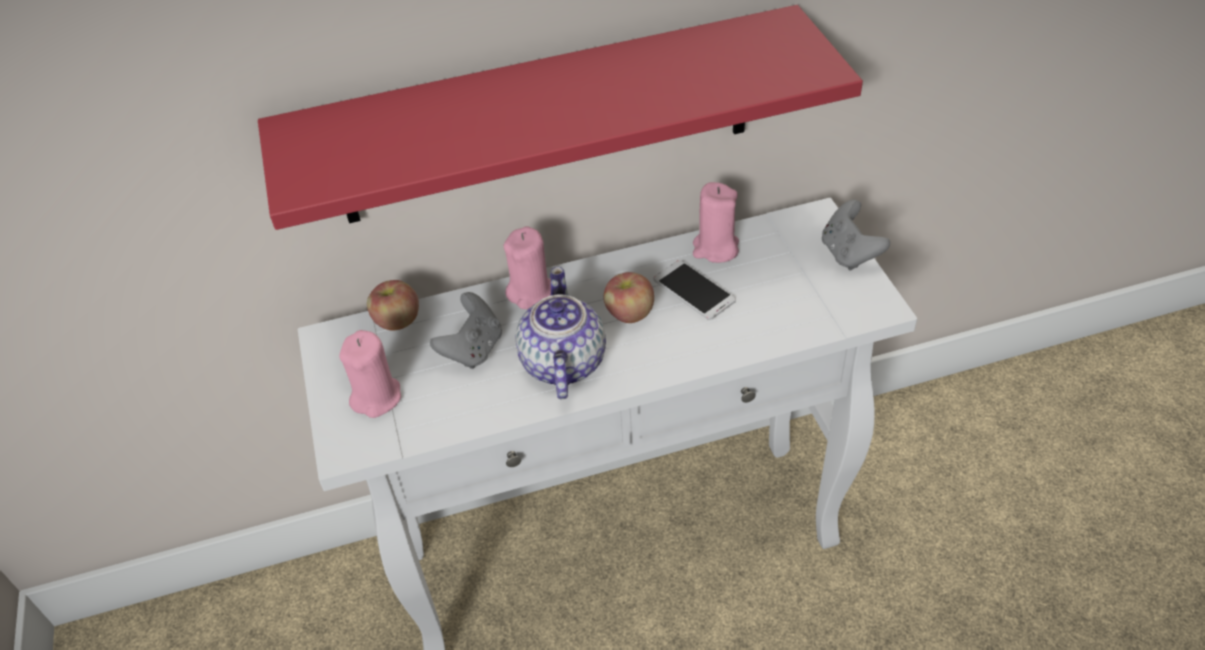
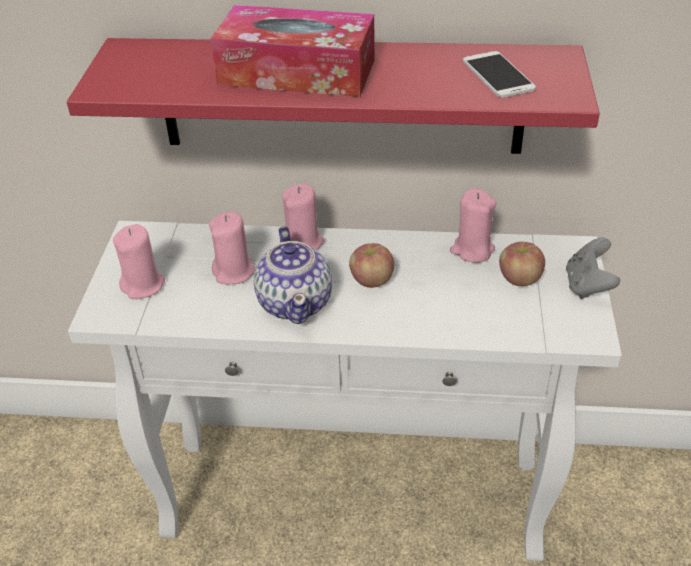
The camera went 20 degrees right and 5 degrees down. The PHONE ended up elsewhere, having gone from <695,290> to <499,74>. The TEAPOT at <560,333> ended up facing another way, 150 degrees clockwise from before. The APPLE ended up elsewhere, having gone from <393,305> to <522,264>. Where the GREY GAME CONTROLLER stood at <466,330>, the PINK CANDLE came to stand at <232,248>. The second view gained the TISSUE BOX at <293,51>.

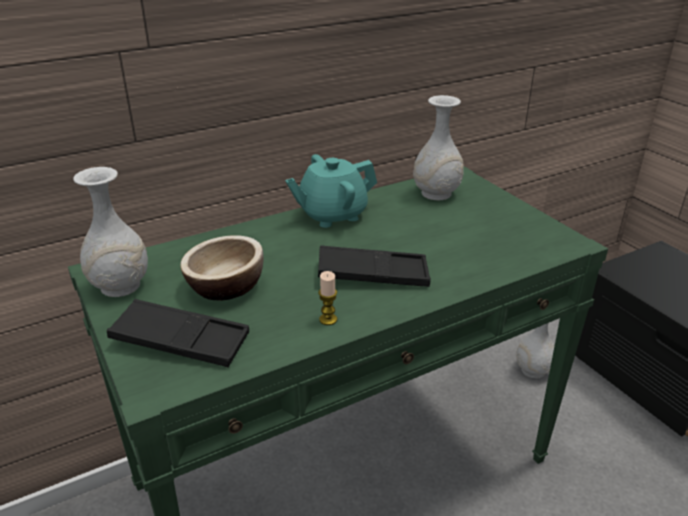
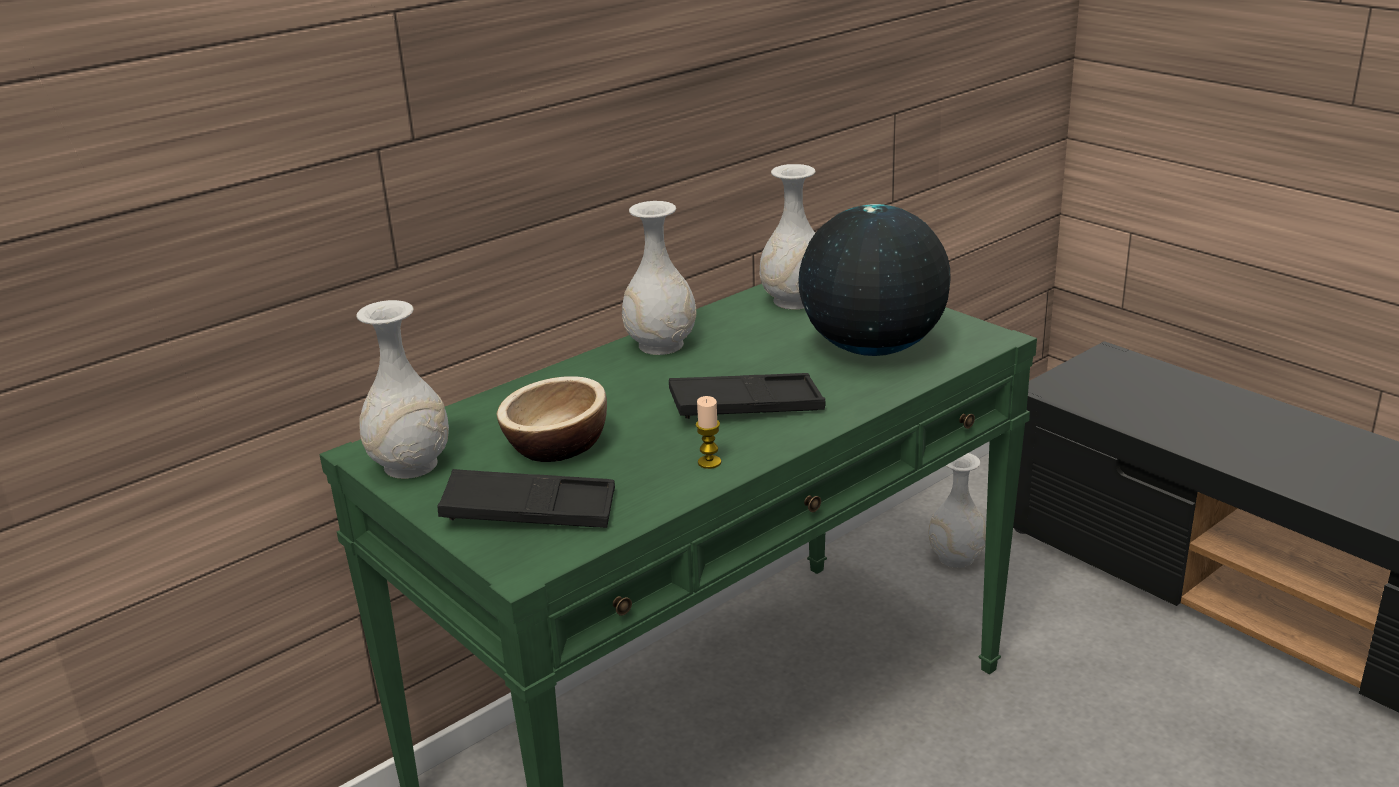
The camera went 10 degrees left and 5 degrees down. Where the TURQUOISE TEAPOT stood at <331,191>, the WHITE VASE came to stand at <659,278>. The second view gained the GLOBE at <874,280>.

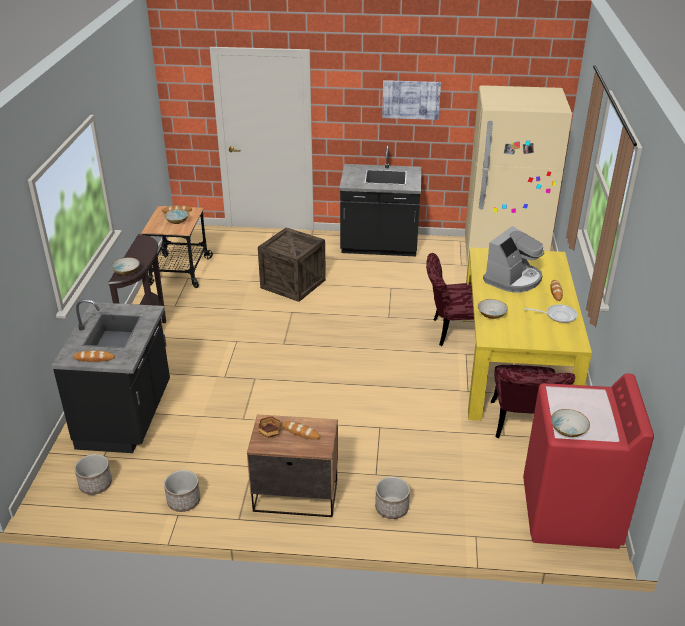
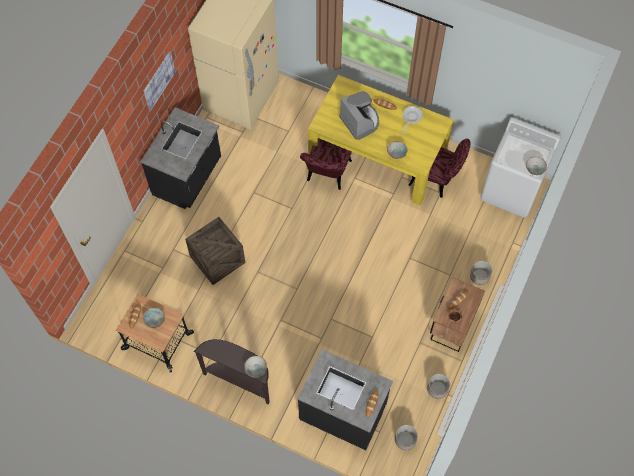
The camera went 70 degrees left and 30 degrees up. What was the RED WASHING MACHINE at <588,461> turned into the WHITE WASHING MACHINE at <520,167>.

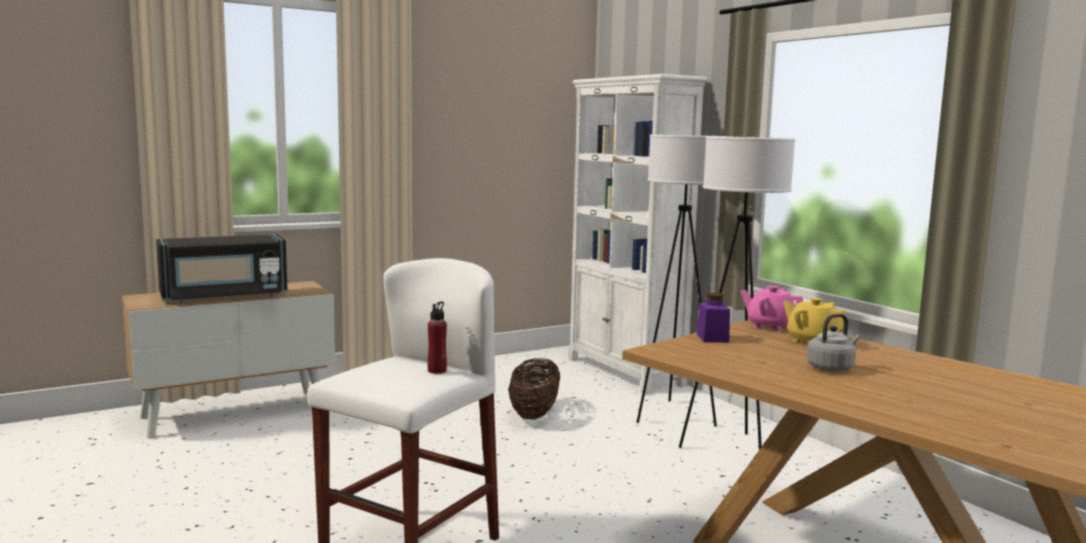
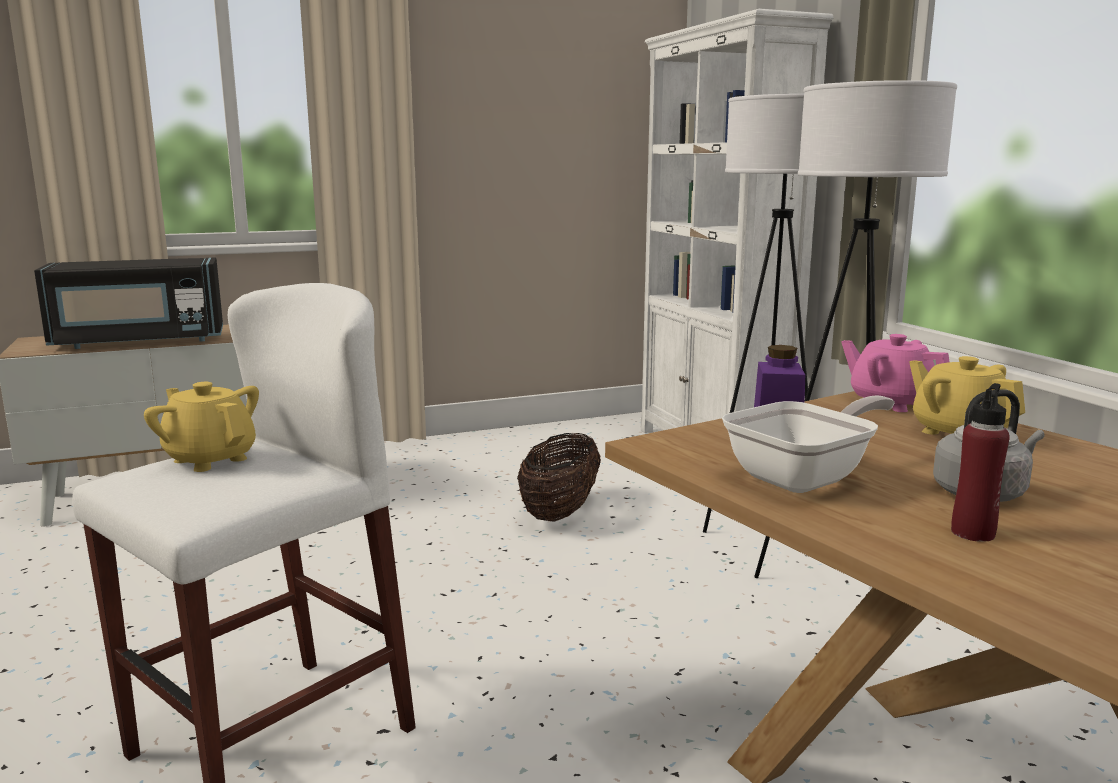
The camera went 10 degrees right and 5 degrees up. The RED BOTTLE ended up elsewhere, having gone from <437,337> to <980,462>. The second view gained the YELLOW TEAPOT at <201,427>. The second view gained the FRYING PAN at <808,444>.

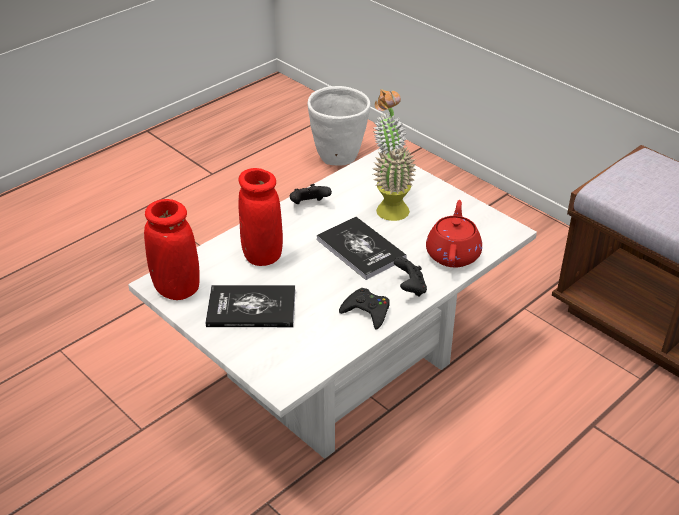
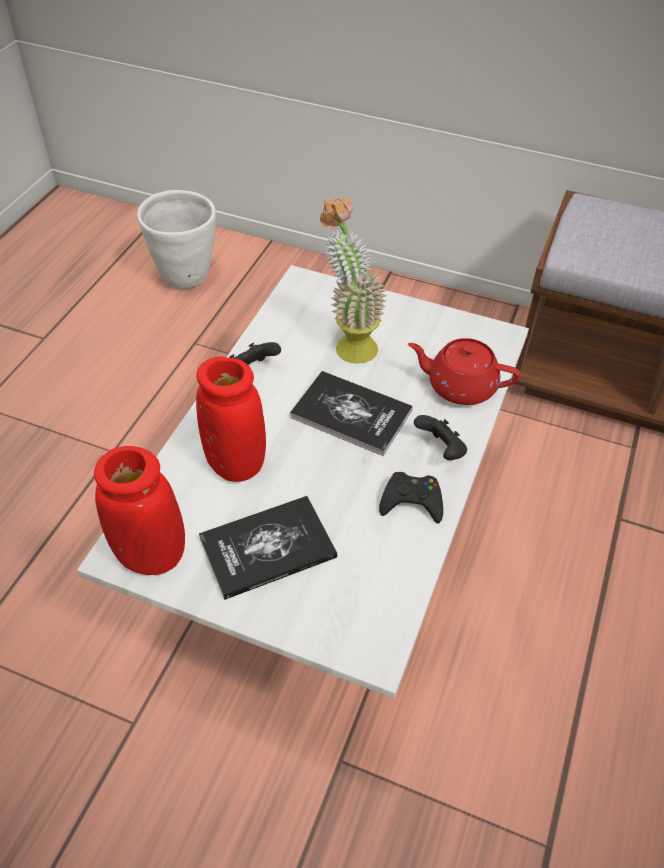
The camera went 25 degrees left and 10 degrees up. The RED TEAPOT at <454,233> ended up facing another way, 60 degrees counterclockwise from before.

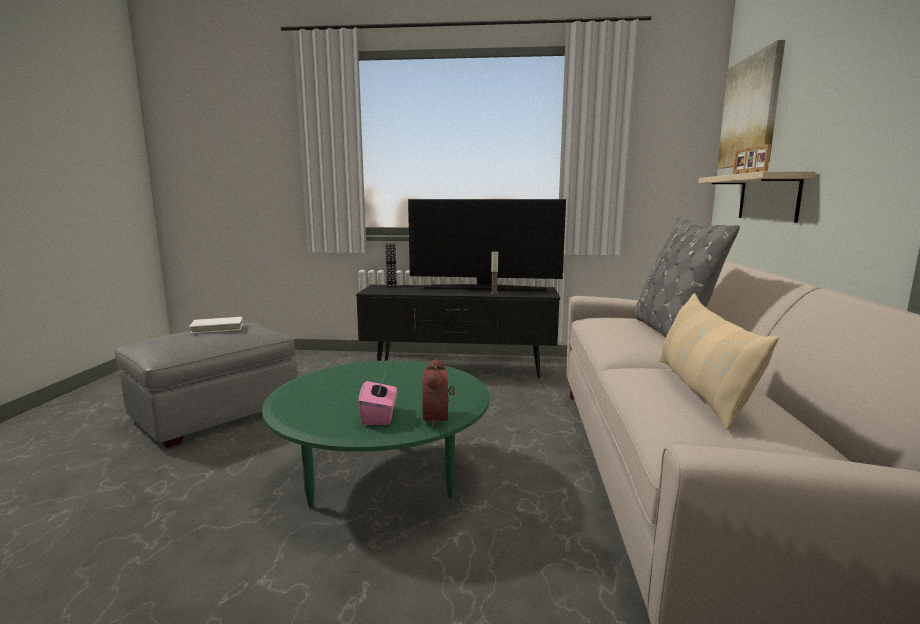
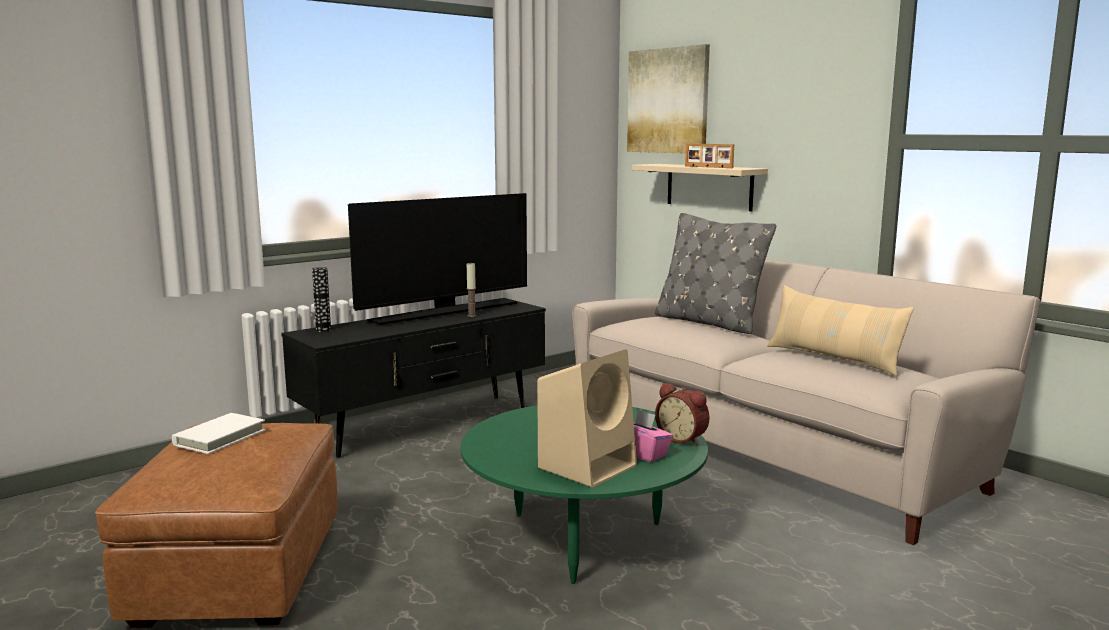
The camera went 45 degrees left and 0 degrees up. What was the GREY OTTOMAN at <206,385> turned into the BROWN OTTOMAN at <216,525>. The second view gained the BEIGE SPEAKER at <587,418>.

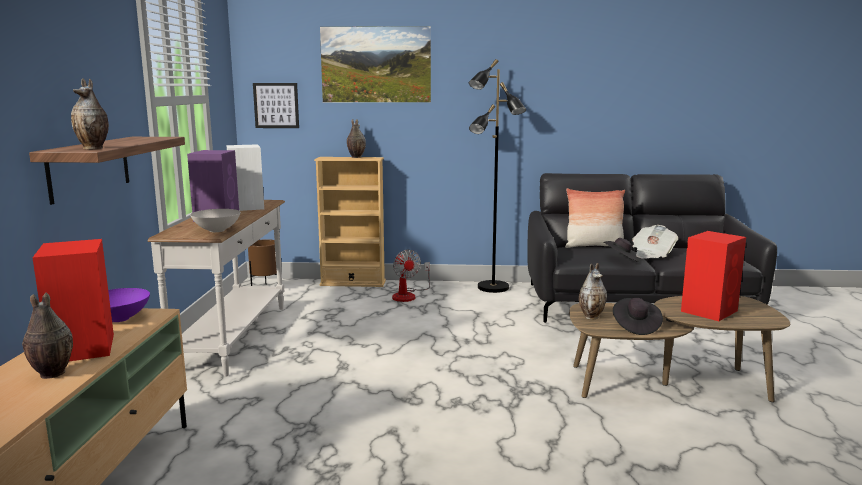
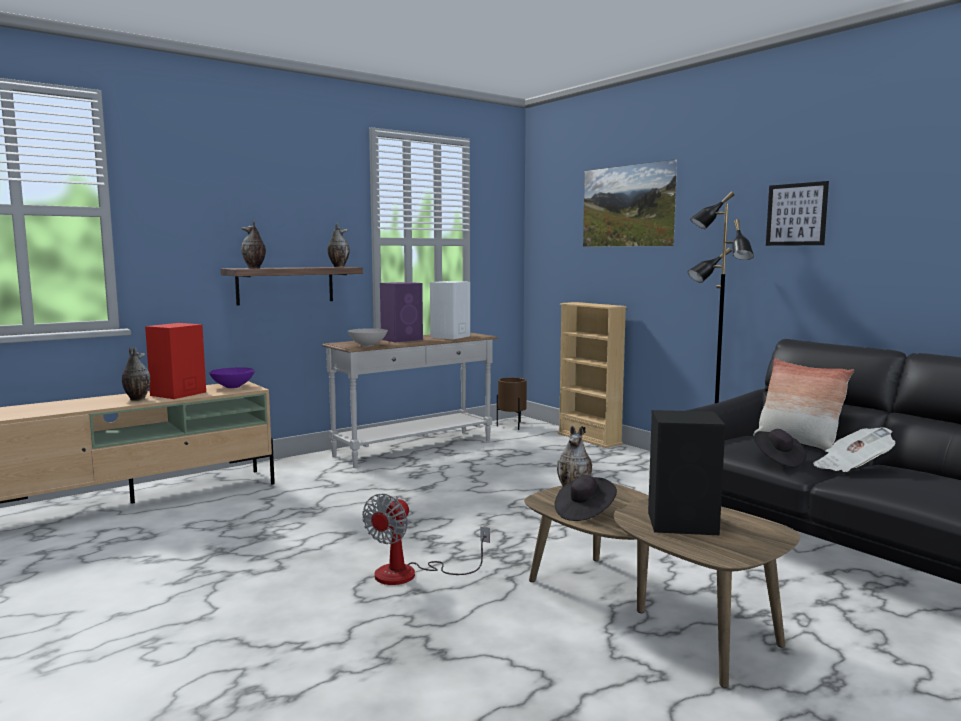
The camera went 50 degrees right and 5 degrees down. The PICTURE ended up elsewhere, having gone from <276,105> to <797,213>. The VASE ended up elsewhere, having gone from <356,138> to <339,244>. What was the RED SPEAKER at <713,276> turned into the BLACK SPEAKER at <686,472>. The FAN ended up elsewhere, having gone from <411,276> to <426,539>.

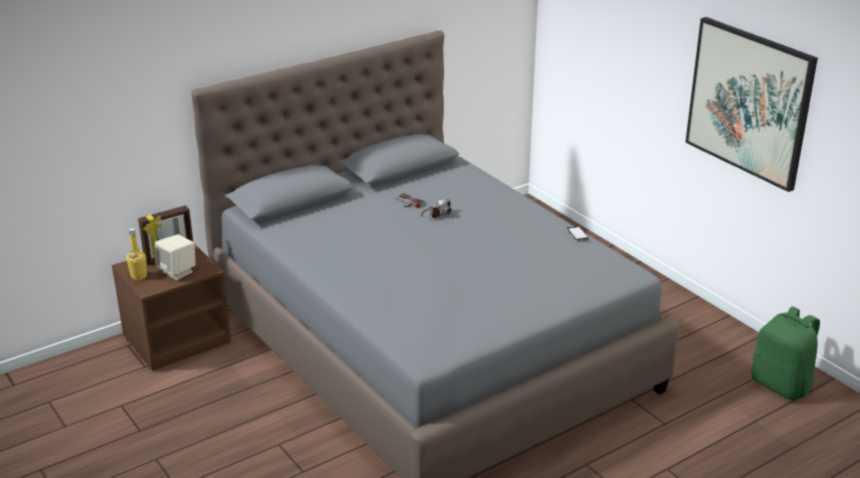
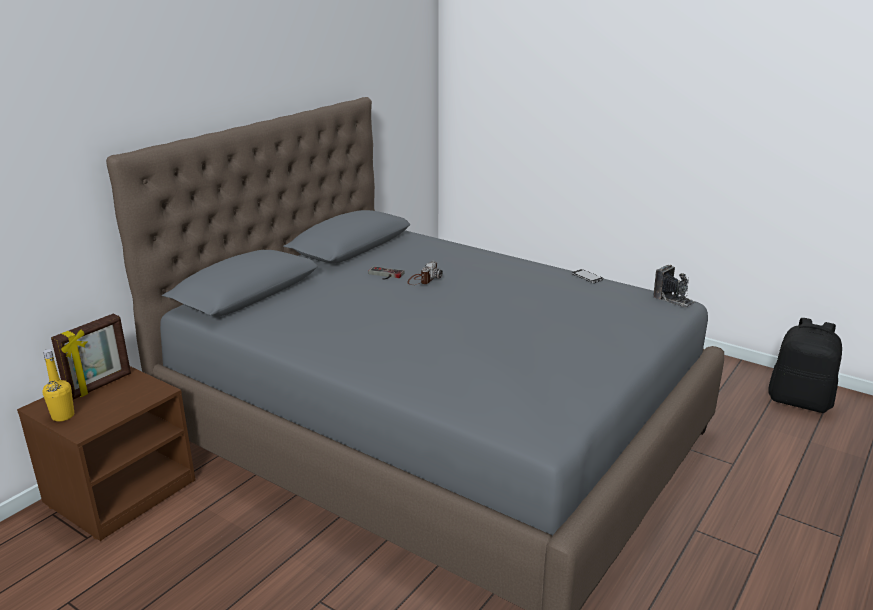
The camera went 20 degrees left and 5 degrees down. The second view lost the PICTURE at <751,104>. The second view lost the BEIGE SPEAKER at <175,257>. What was the GREEN BACKPACK at <785,353> turned into the BLACK BACKPACK at <805,365>. The second view gained the PHOTO CAMERA at <674,286>.

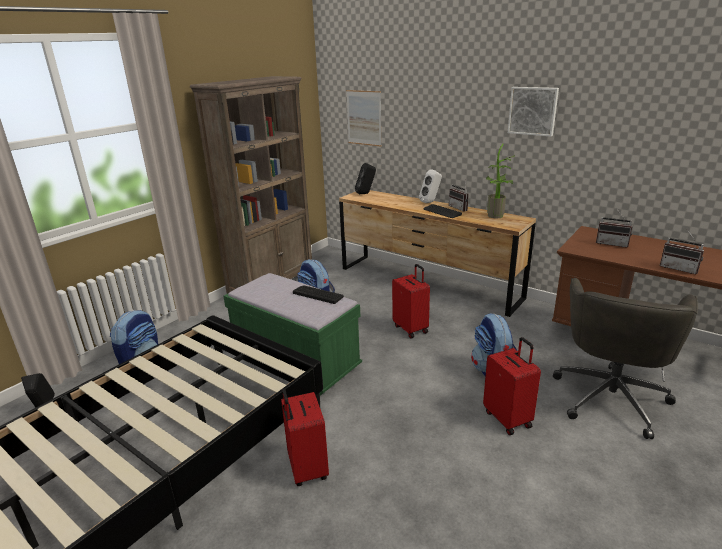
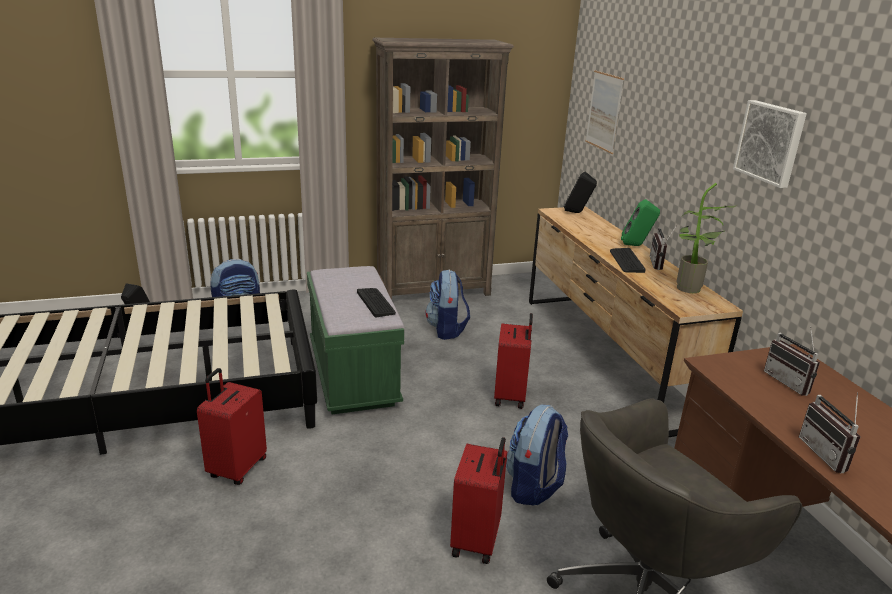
The camera went 35 degrees right and 0 degrees up. What was the WHITE SPEAKER at <430,186> turned into the GREEN SPEAKER at <640,222>.

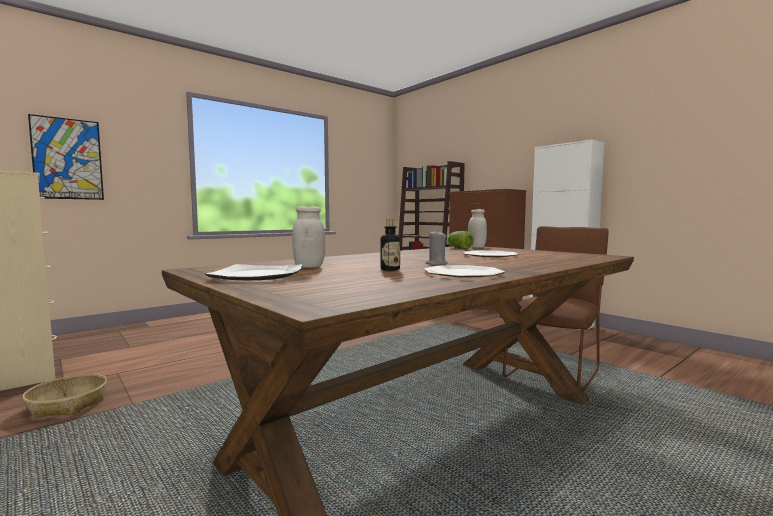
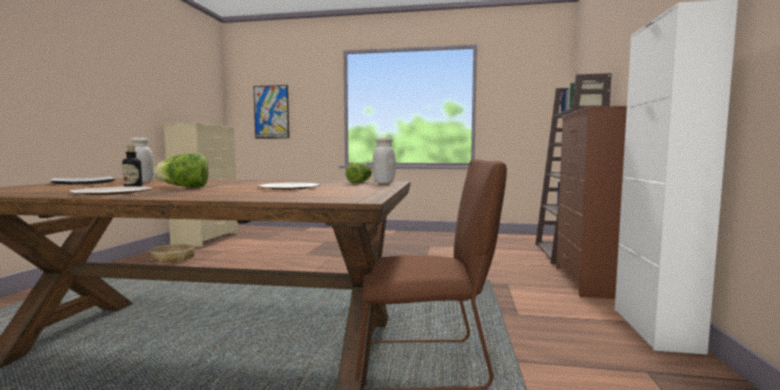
The camera went 50 degrees right and 0 degrees up. Where the GREY CANDLE stood at <436,247>, the LETTUCE came to stand at <181,170>.

